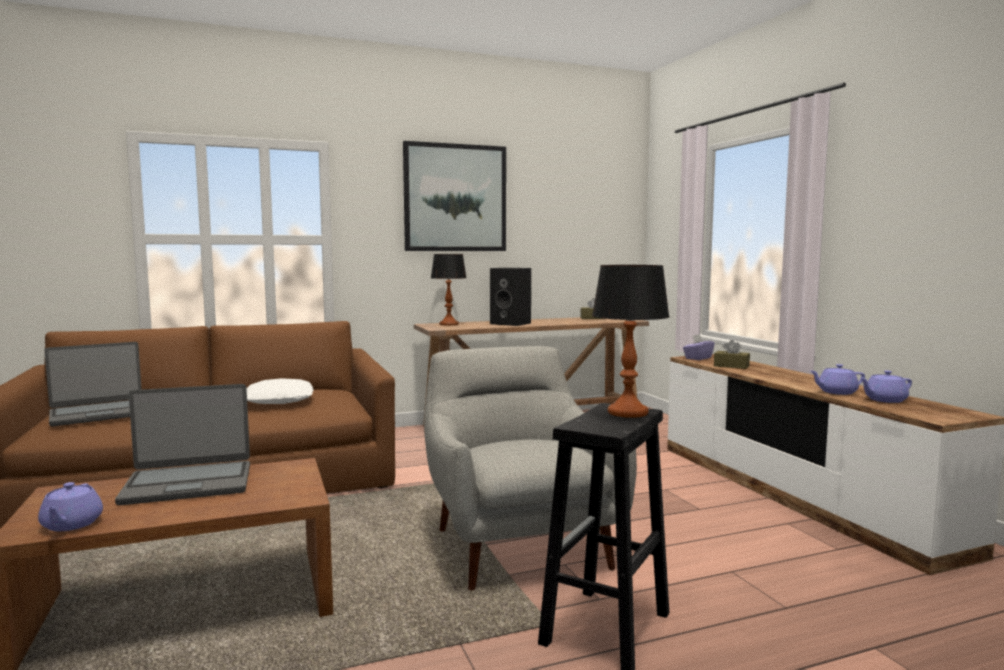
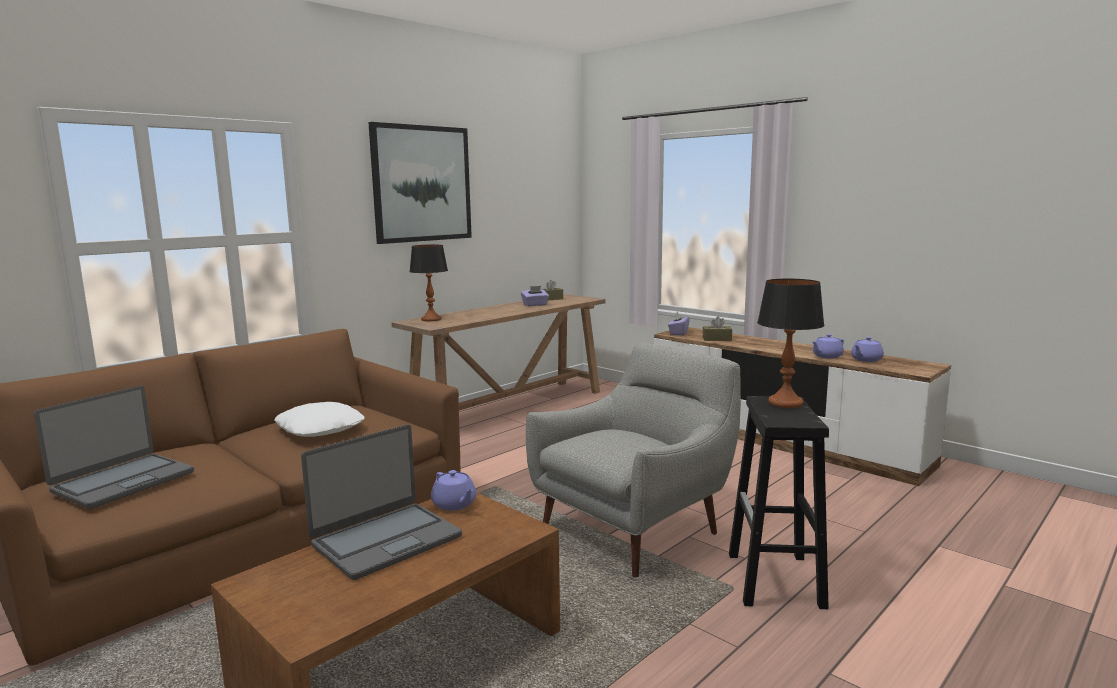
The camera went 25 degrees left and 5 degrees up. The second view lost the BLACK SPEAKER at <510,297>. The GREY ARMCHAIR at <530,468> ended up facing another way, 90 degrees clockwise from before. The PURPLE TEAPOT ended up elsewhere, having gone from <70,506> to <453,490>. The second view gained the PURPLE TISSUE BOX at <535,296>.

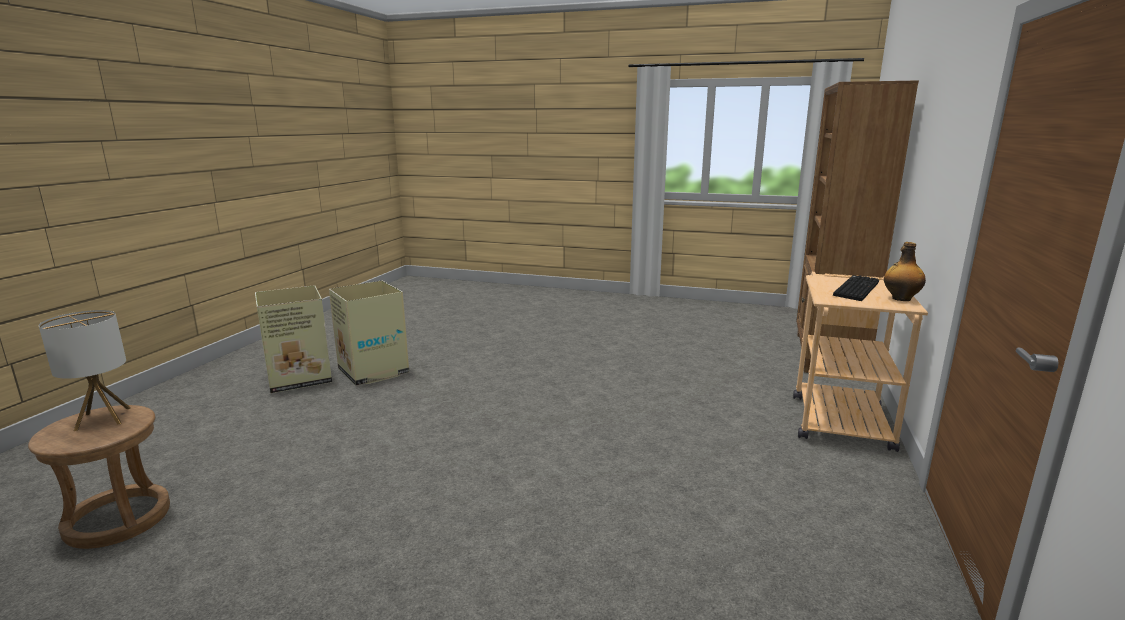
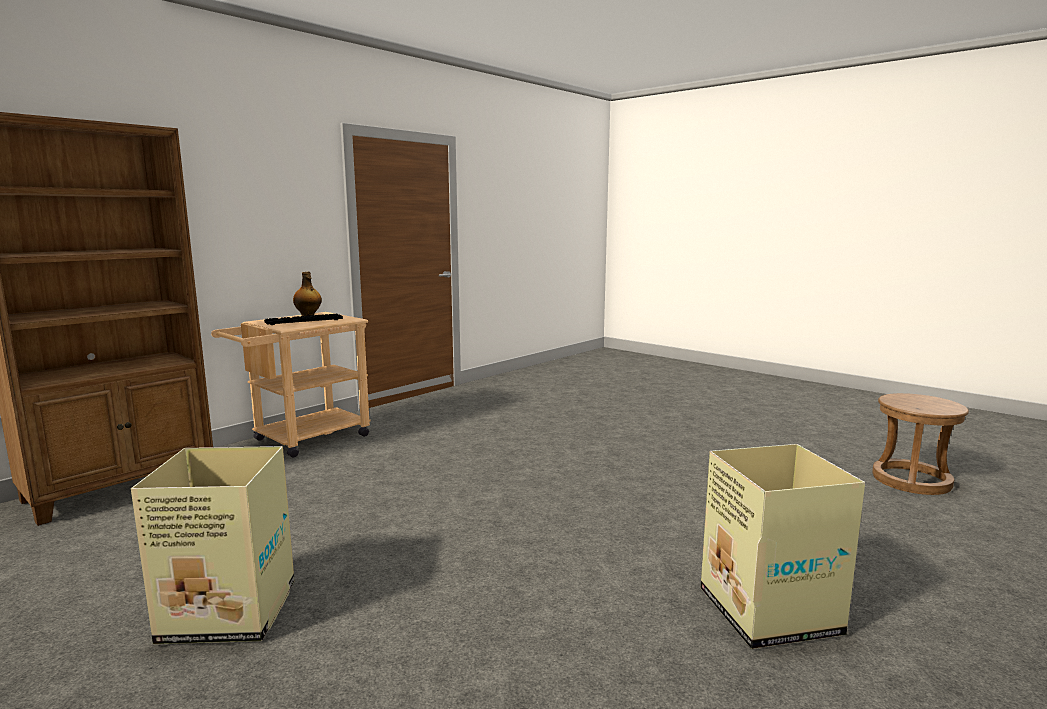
The camera went 155 degrees left and 5 degrees down. The CARDBOARD BOX ended up elsewhere, having gone from <293,339> to <212,545>. The second view lost the TABLE LAMP at <85,370>.

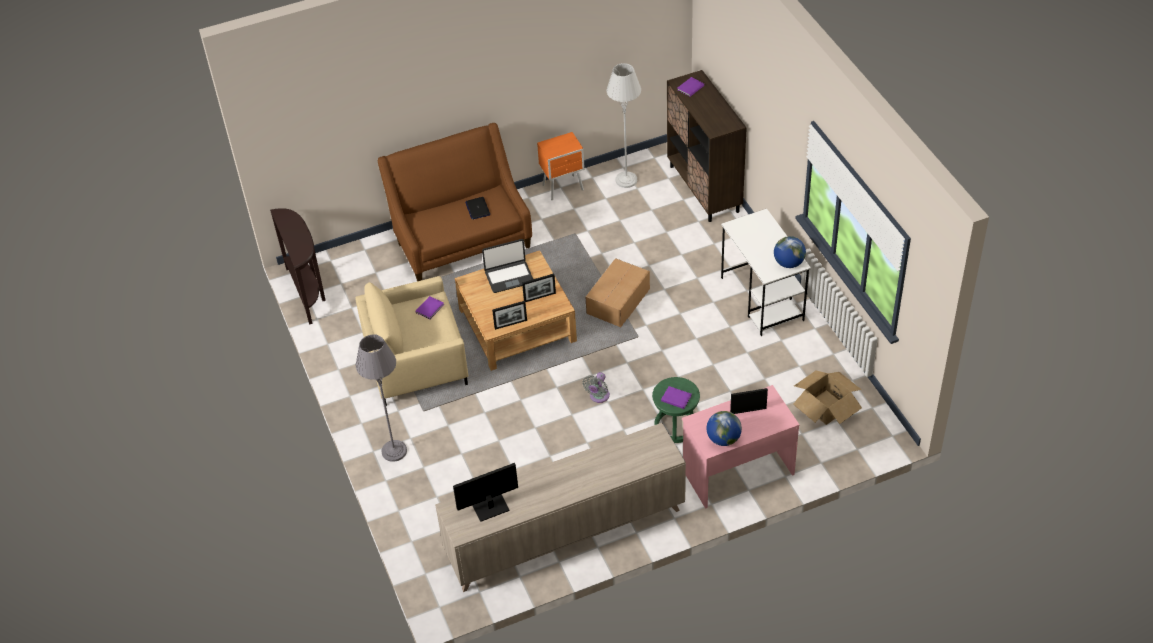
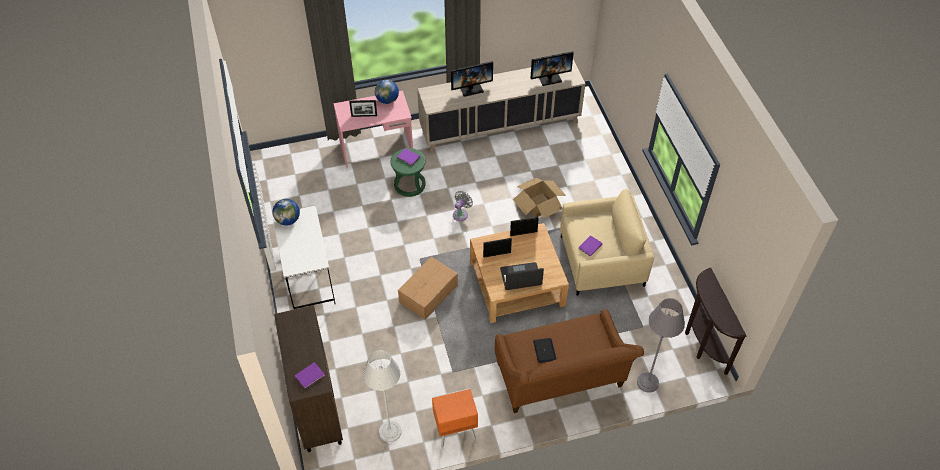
The camera went 175 degrees left and 5 degrees up. The GREY FLOOR LAMP ended up elsewhere, having gone from <381,398> to <661,345>. The CARDBOARD BOX ended up elsewhere, having gone from <827,398> to <539,198>. The second view gained the MONITOR at <472,79>.

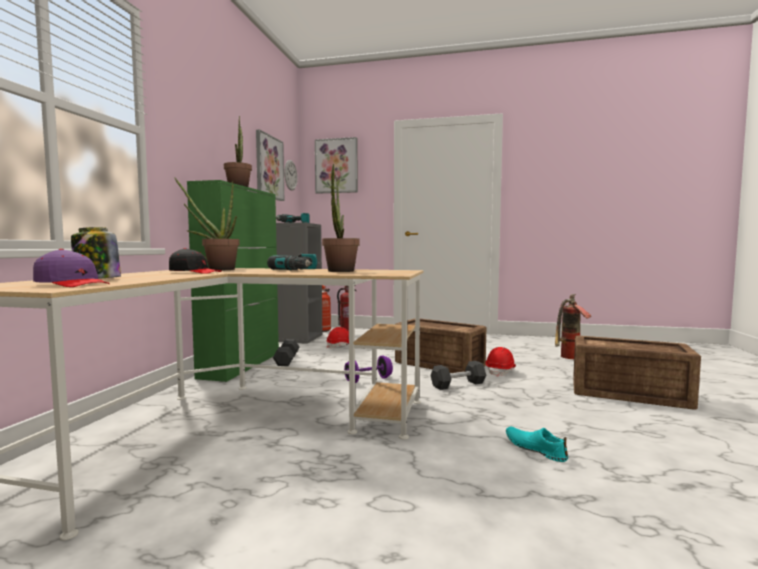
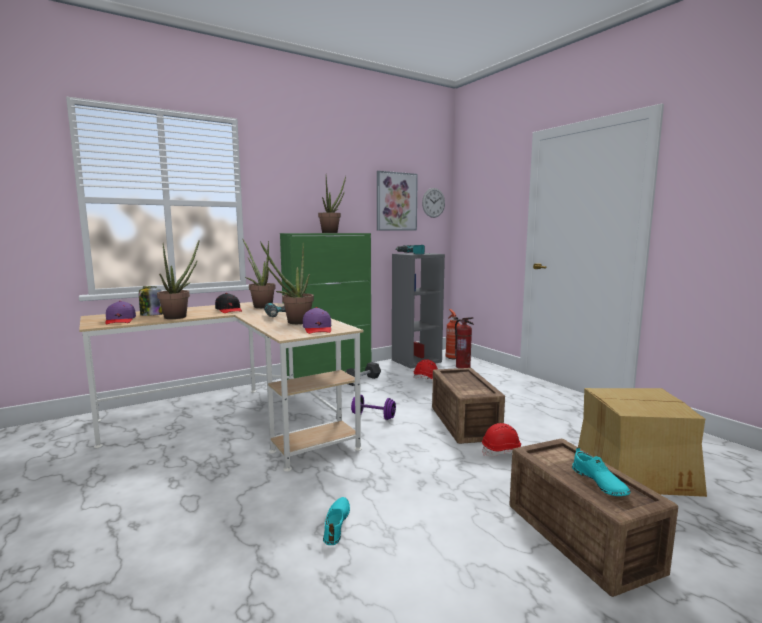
The camera went 45 degrees right and 5 degrees up. The second view lost the PICTURE at <336,165>. Where the FIRE EXTINGUISHER stood at <573,326>, the CARDBOARD BOX came to stand at <642,442>. The second view lost the BLACK DUMBBELL at <458,375>. The second view gained the POTTED PLANT at <178,280>. The second view gained the PURPLE CAP at <317,320>. The second view gained the TURQUOISE SHOE at <601,471>.

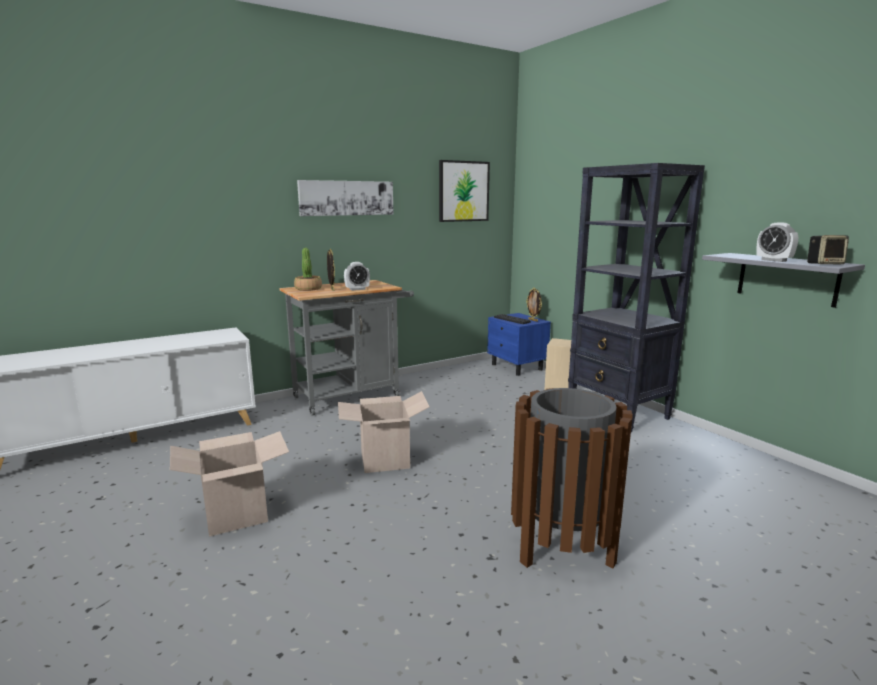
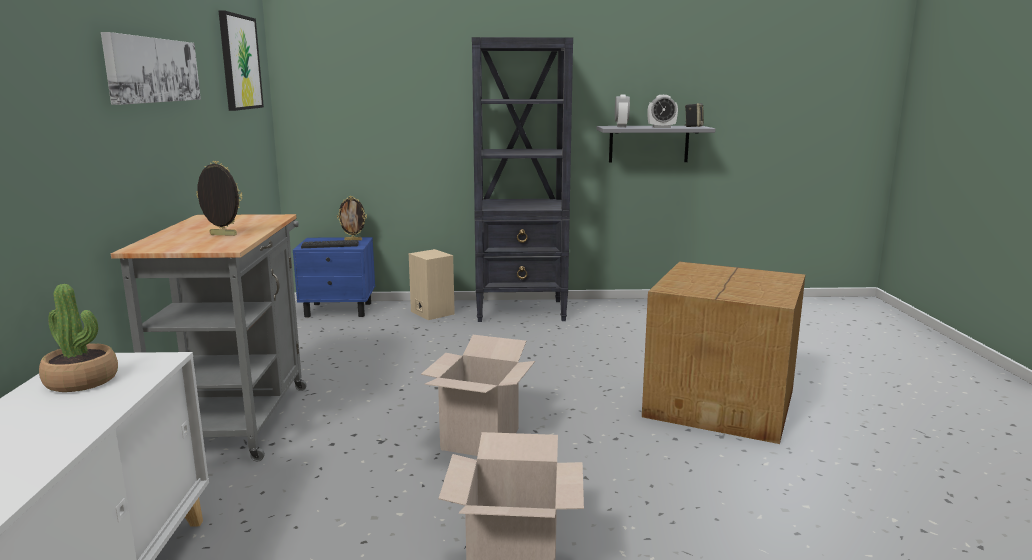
The camera went 60 degrees left and 0 degrees up. The POTTED PLANT ended up elsewhere, having gone from <308,269> to <78,338>. The ALARM CLOCK ended up elsewhere, having gone from <357,276> to <622,110>. Where the BROWN TRASH CAN stood at <572,478>, the CARDBOARD BOX came to stand at <724,353>.

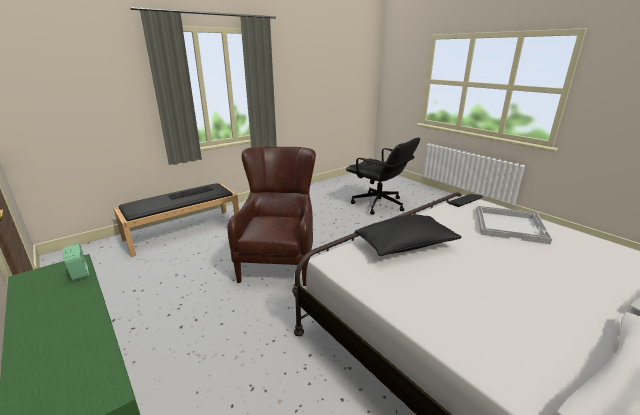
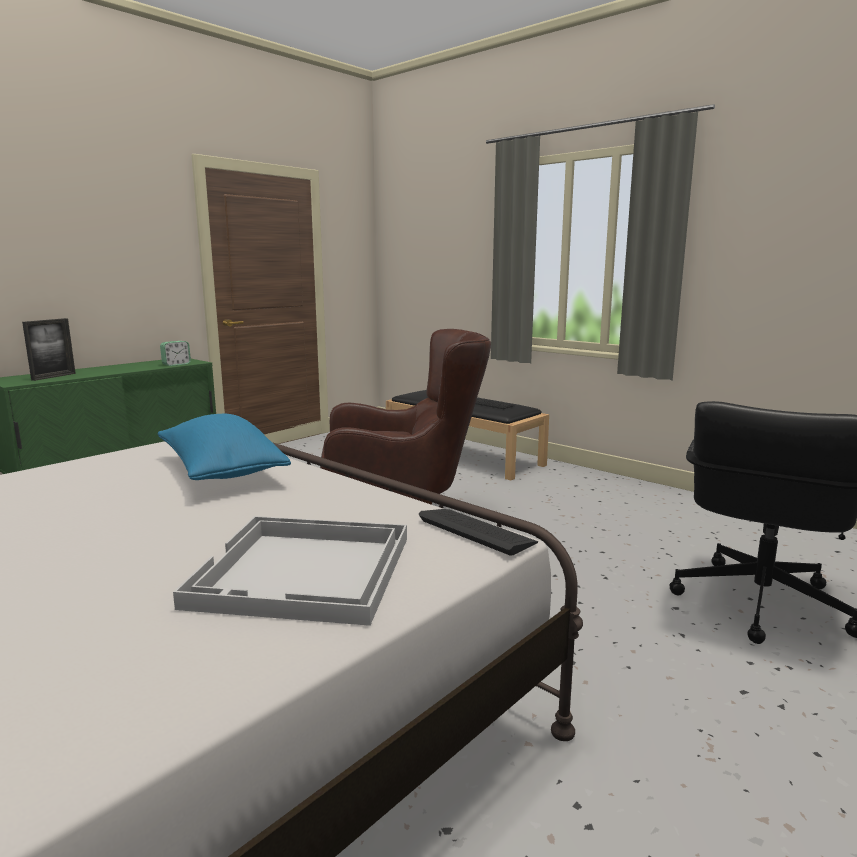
The camera went 80 degrees right and 10 degrees down. What was the BLACK PILLOW at <408,235> turned into the BLUE PILLOW at <224,447>. The second view gained the PICTURE FRAME at <49,349>.

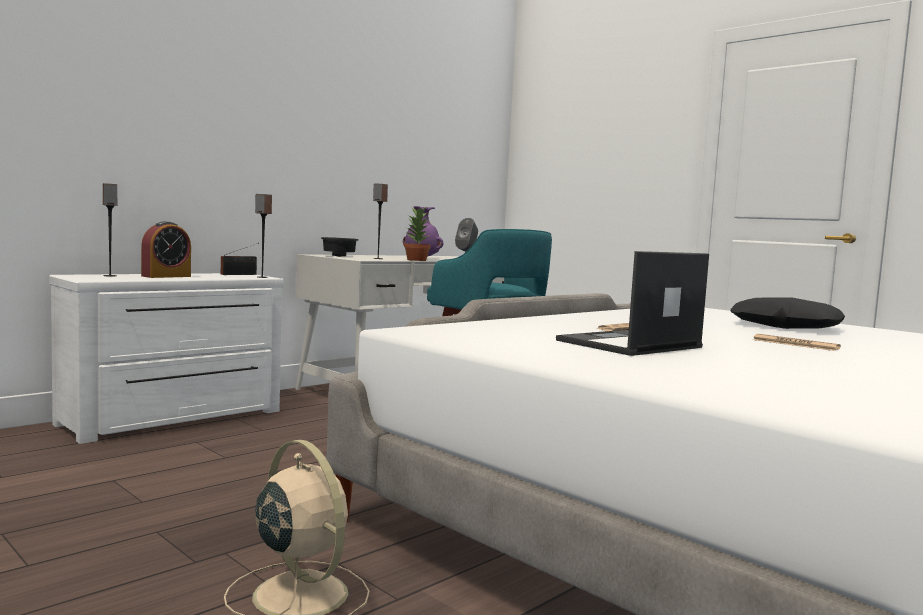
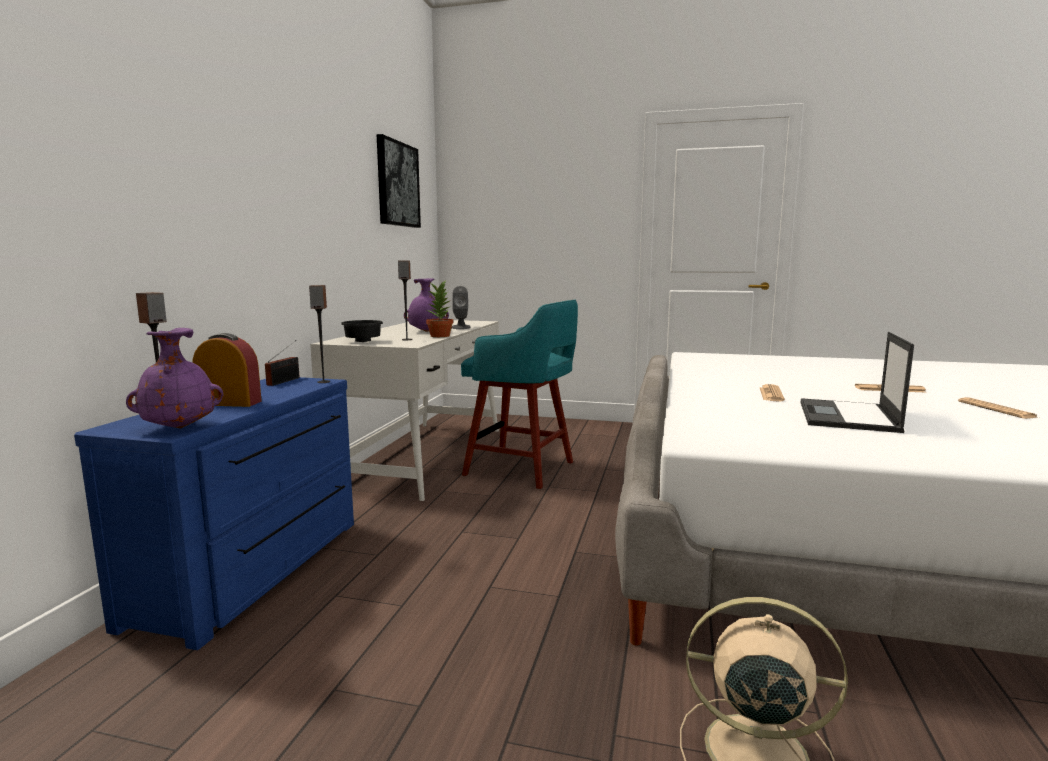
The camera went 30 degrees left and 5 degrees up. The ALARM CLOCK at <166,249> ended up facing another way, 90 degrees counterclockwise from before. What was the WHITE DRESSER at <166,358> turned into the BLUE DRESSER at <214,513>. The second view lost the BLACK PILLOW at <787,313>. The second view gained the PICTURE at <399,181>. The second view gained the PURPLE VASE at <175,378>. The second view gained the NEWSPAPER at <998,408>.

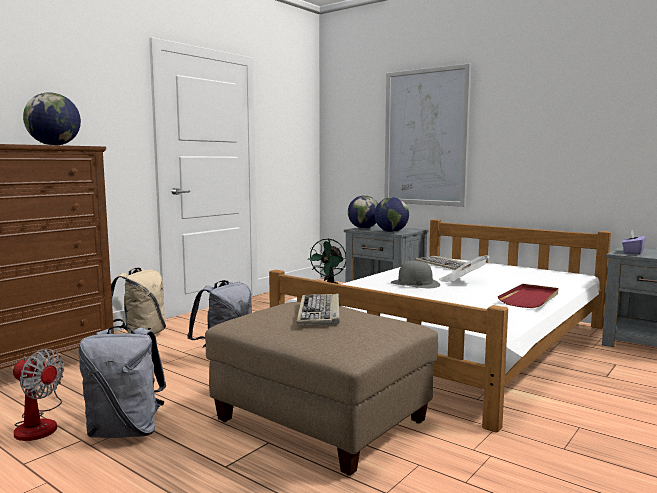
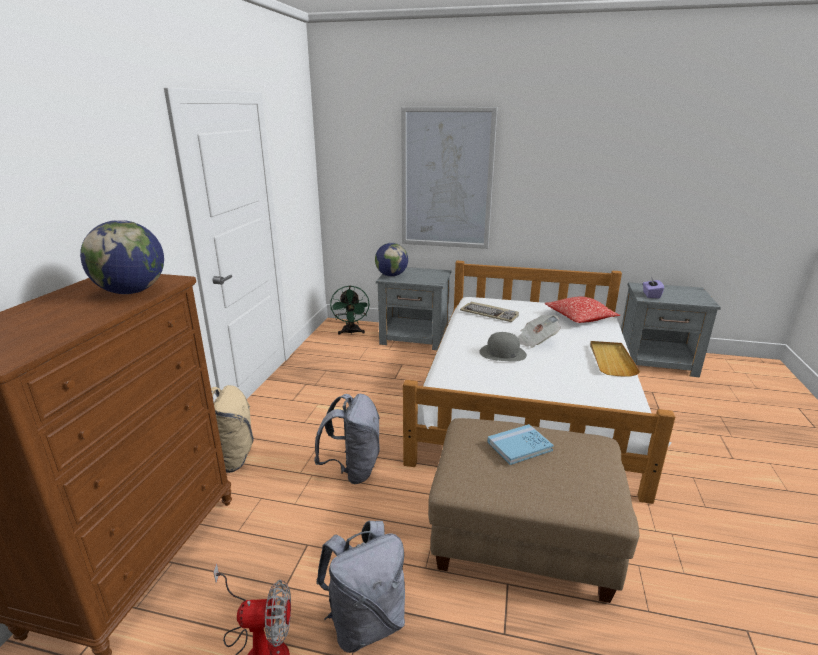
The camera went 25 degrees left and 15 degrees up. The second view lost the GLOBE at <391,214>. What was the RED TRAY at <528,296> turned into the BEIGE TRAY at <615,359>. Where the KEYBOARD stood at <318,309>, the BLUE BOOK came to stand at <520,444>. The second view gained the PILLOW at <583,310>.

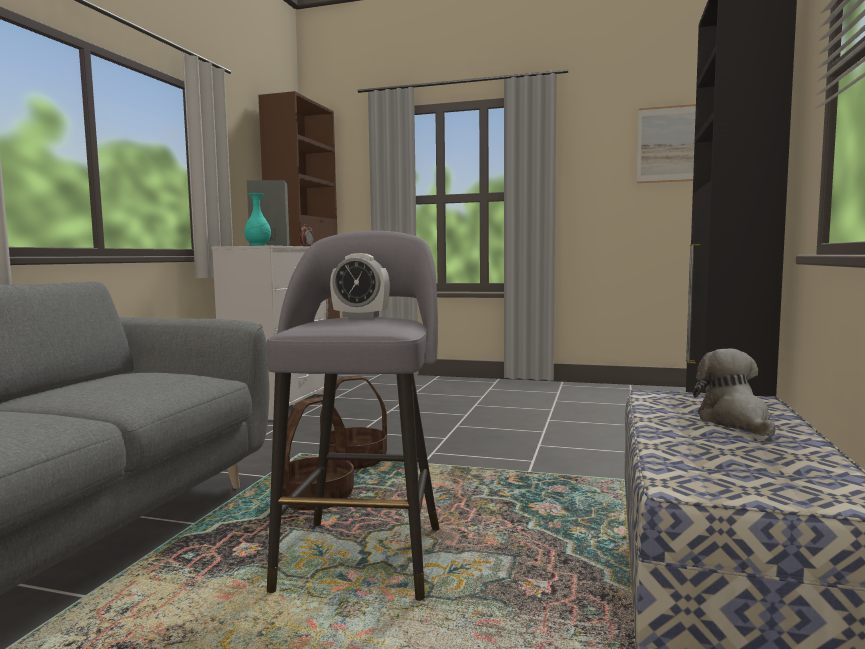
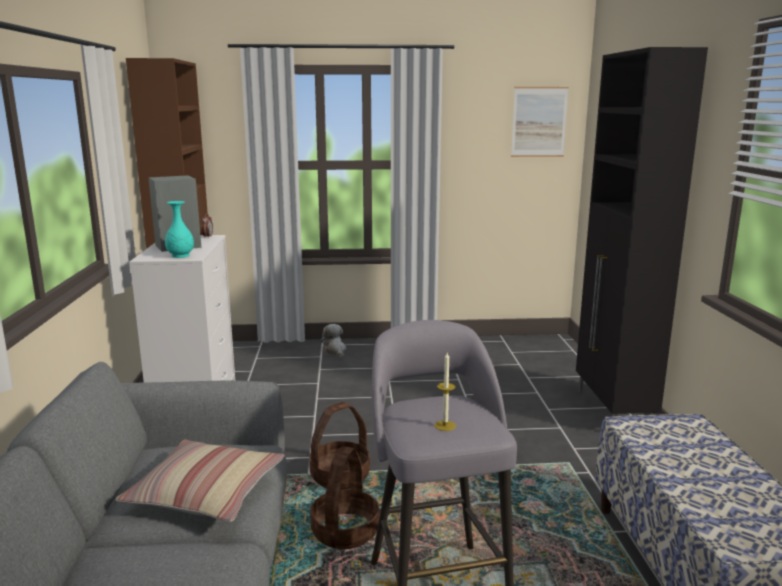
The camera went 20 degrees left and 10 degrees up. The second view lost the ALARM CLOCK at <360,285>. The PLUSH TOY ended up elsewhere, having gone from <734,392> to <334,340>. The second view gained the CANDLE at <445,392>. The second view gained the PILLOW at <200,481>.

